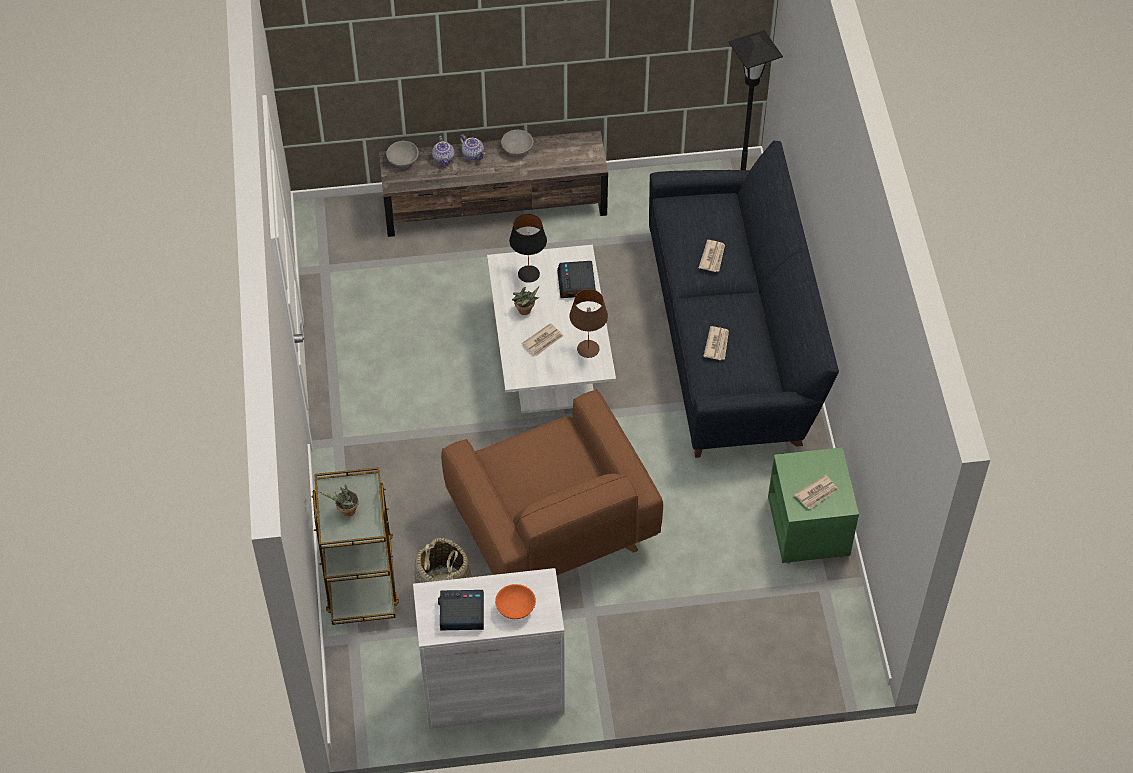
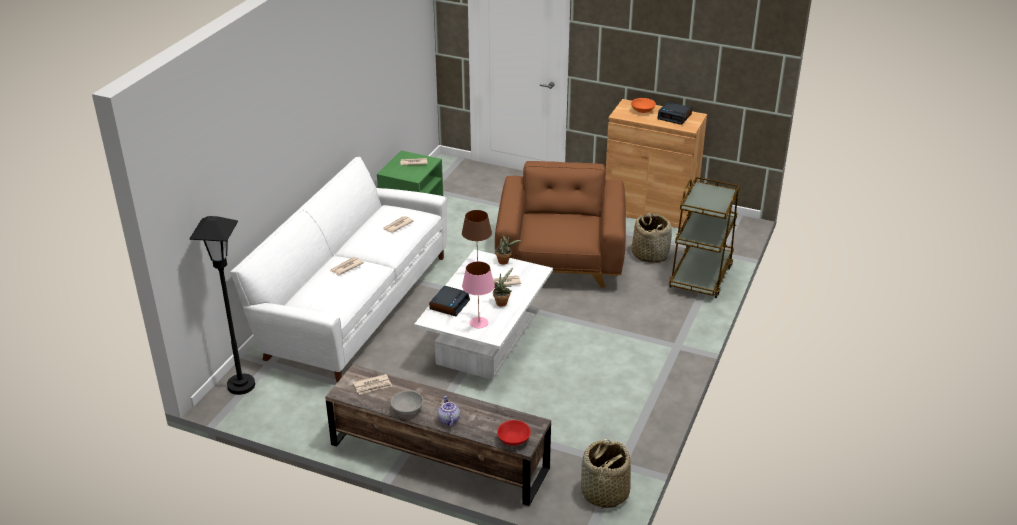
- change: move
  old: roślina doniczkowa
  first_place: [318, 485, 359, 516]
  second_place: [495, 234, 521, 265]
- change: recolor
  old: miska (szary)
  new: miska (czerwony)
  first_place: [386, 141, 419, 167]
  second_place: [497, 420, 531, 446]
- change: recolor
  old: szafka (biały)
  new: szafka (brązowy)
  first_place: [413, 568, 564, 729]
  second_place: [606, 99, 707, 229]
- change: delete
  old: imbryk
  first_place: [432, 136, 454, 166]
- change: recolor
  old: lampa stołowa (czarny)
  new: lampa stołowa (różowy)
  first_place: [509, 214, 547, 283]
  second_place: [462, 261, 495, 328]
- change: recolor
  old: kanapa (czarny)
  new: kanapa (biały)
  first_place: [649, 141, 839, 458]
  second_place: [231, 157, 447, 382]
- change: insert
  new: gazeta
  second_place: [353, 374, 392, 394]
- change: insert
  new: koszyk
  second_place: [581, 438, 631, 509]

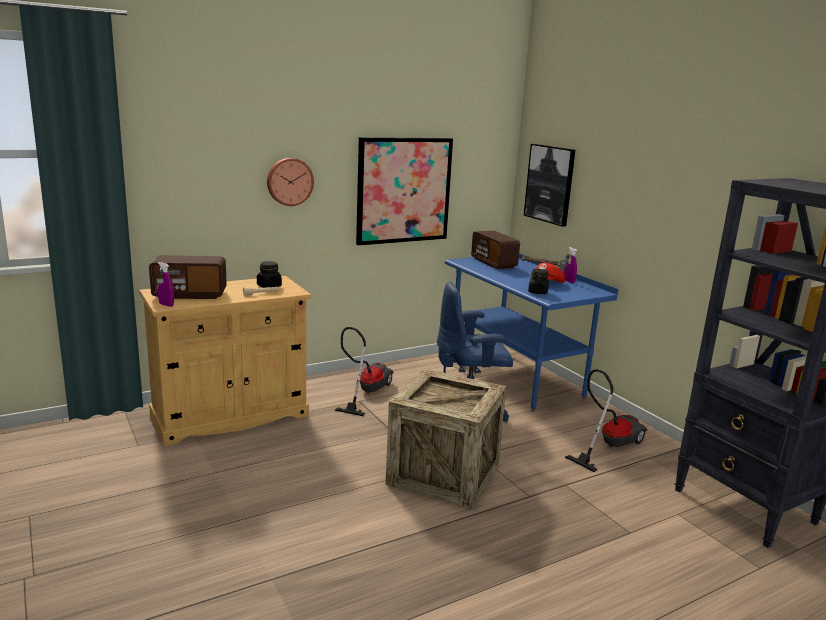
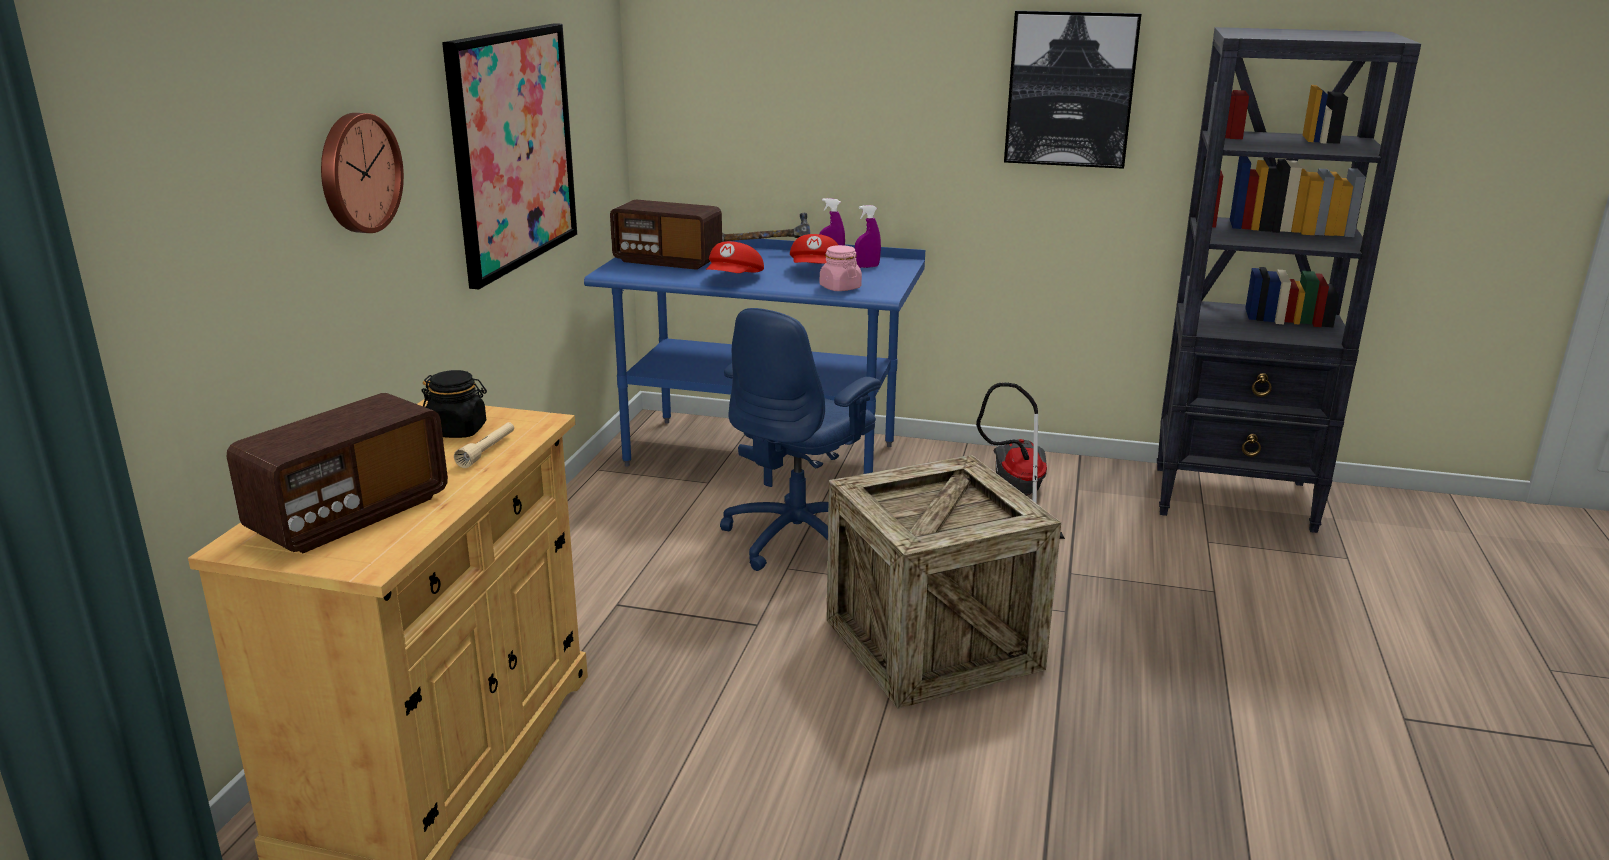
- change: move
  old: spryskiwacz (fioletowy)
  first_place: [158, 262, 174, 307]
  second_place: [855, 205, 881, 268]
- change: delete
  old: odkurzacz
  first_place: [335, 327, 394, 416]
- change: move
  old: obraz
  first_place: [524, 144, 575, 227]
  second_place: [1004, 10, 1141, 169]
- change: recolor
  old: słoik (czarny)
  new: słoik (różowy)
  first_place: [528, 269, 549, 294]
  second_place: [820, 245, 862, 291]
- change: insert
  new: czapka z daszkiem (czerwony)
  second_place: [706, 241, 764, 273]

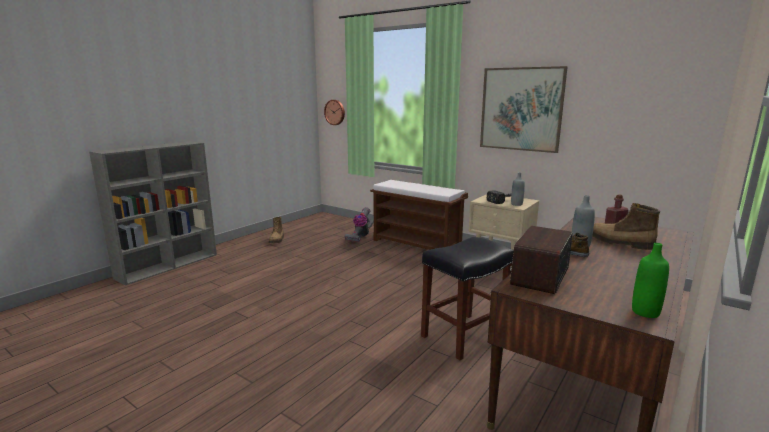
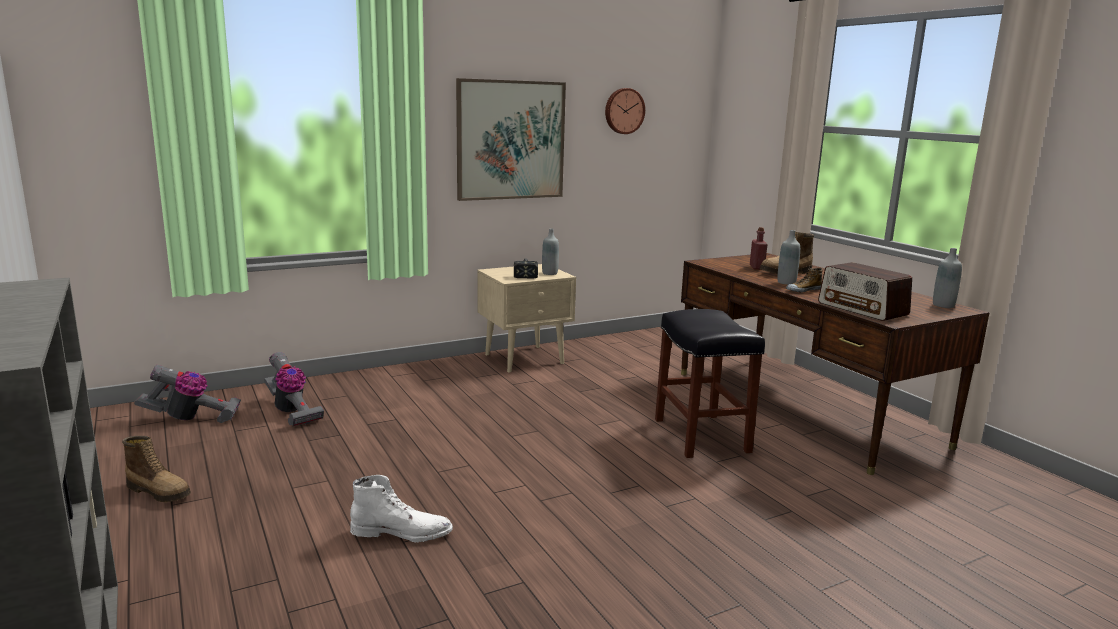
- change: move
  old: zegar ścienny
  first_place: [324, 100, 345, 125]
  second_place: [605, 88, 645, 134]
- change: delete
  old: ławka (brązowy)
  first_place: [370, 180, 468, 250]
- change: recolor
  old: butelka (zielony)
  new: butelka (szary)
  first_place: [632, 243, 669, 318]
  second_place: [933, 248, 962, 308]
- change: insert
  new: odkurzacz
  second_place: [134, 365, 241, 423]
- change: insert
  new: but z cholewką (biały)
  second_place: [350, 475, 453, 542]

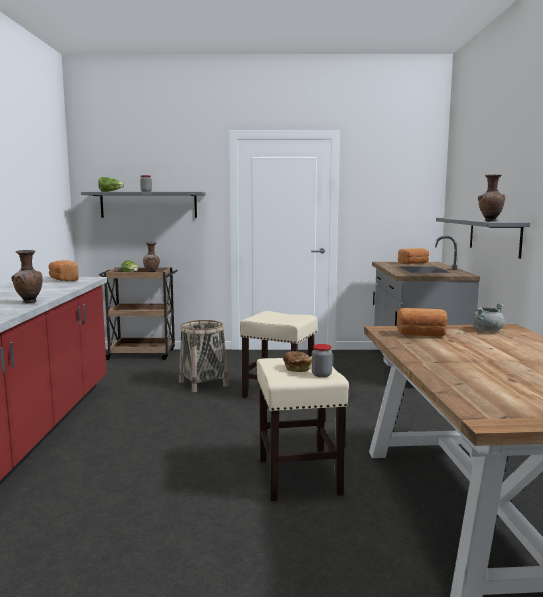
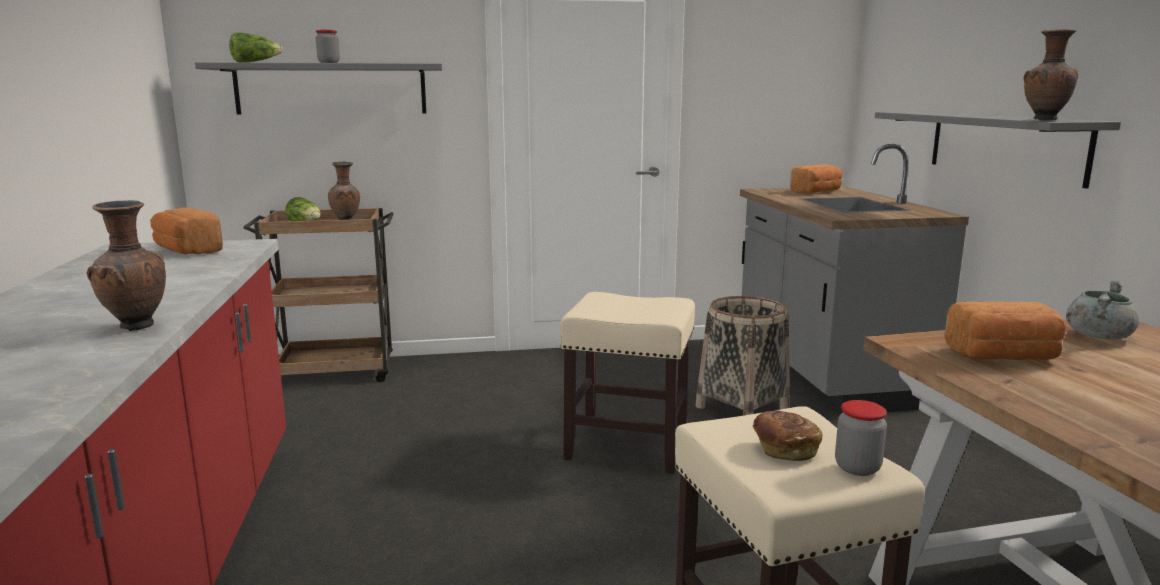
- change: move
  old: koszyk
  first_place: [179, 320, 229, 392]
  second_place: [696, 296, 790, 416]

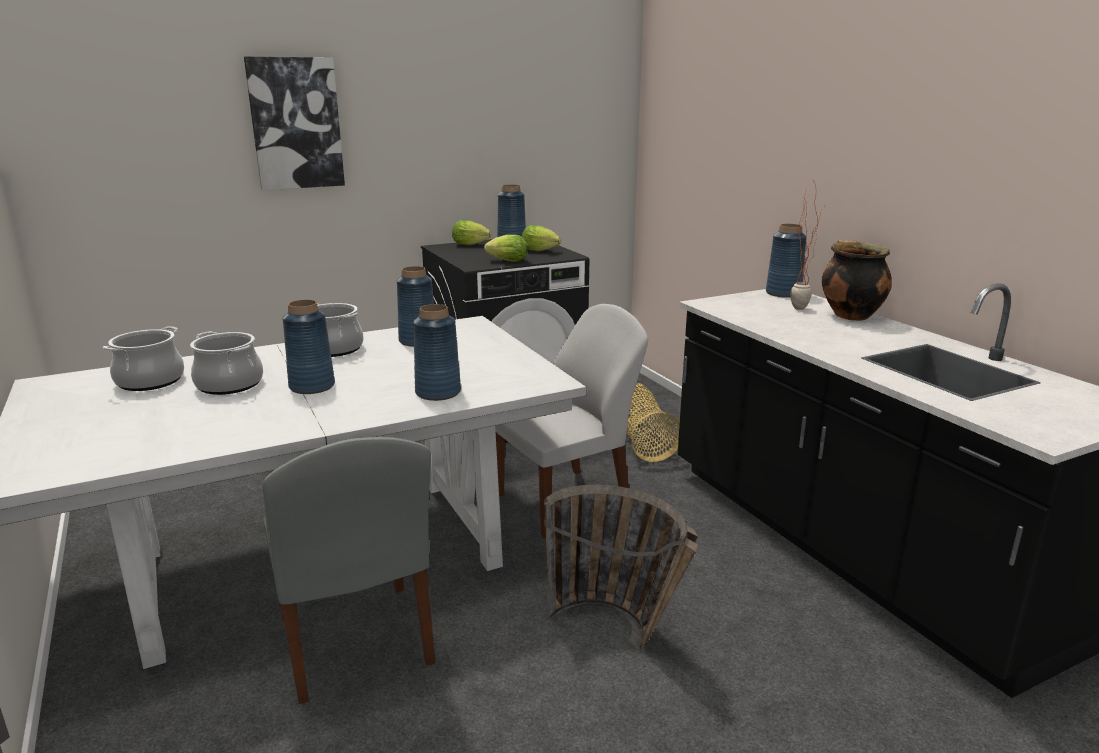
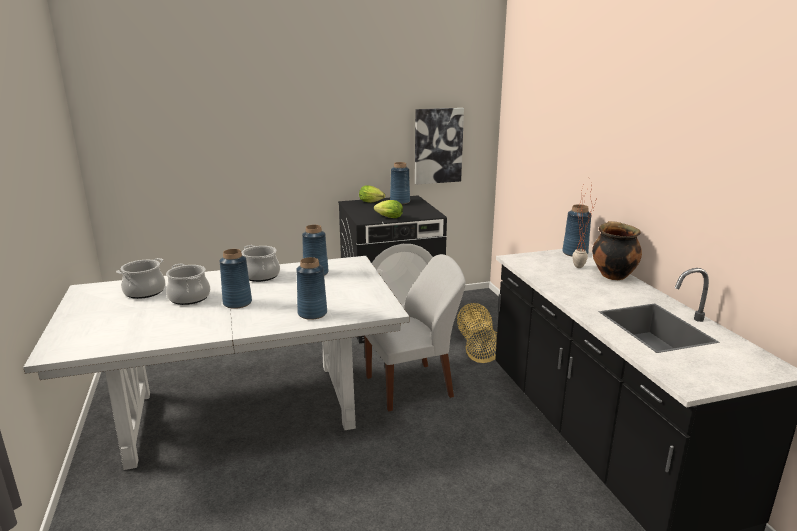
- change: move
  old: obraz
  first_place: [244, 57, 345, 190]
  second_place: [415, 108, 464, 185]
- change: delete
  old: krzesło (szary)
  first_place: [263, 437, 435, 704]
- change: delete
  old: sałata
  first_place: [521, 225, 561, 251]
- change: delete
  old: koszyk
  first_place: [544, 484, 698, 651]

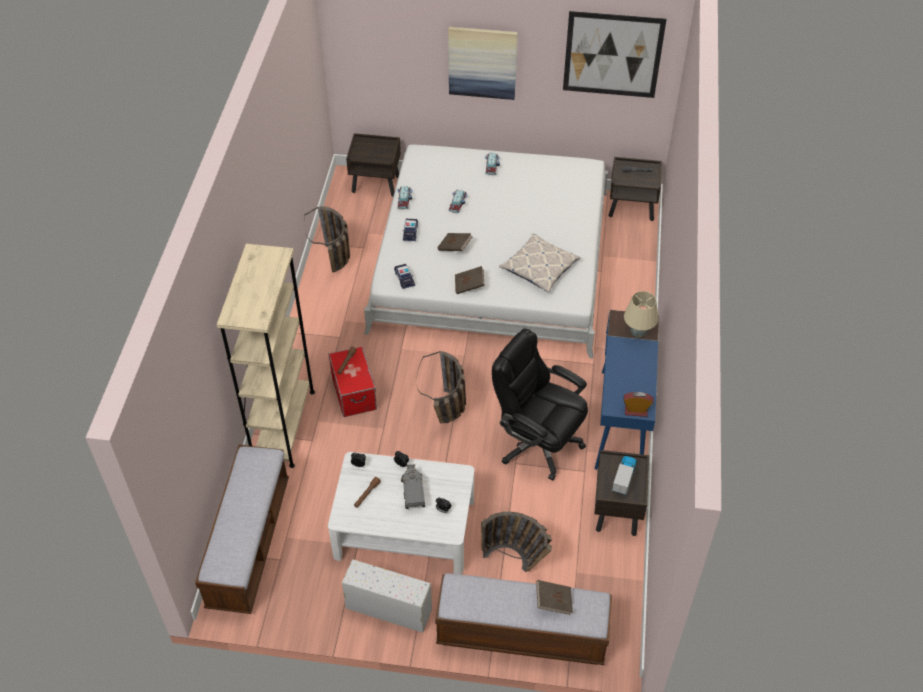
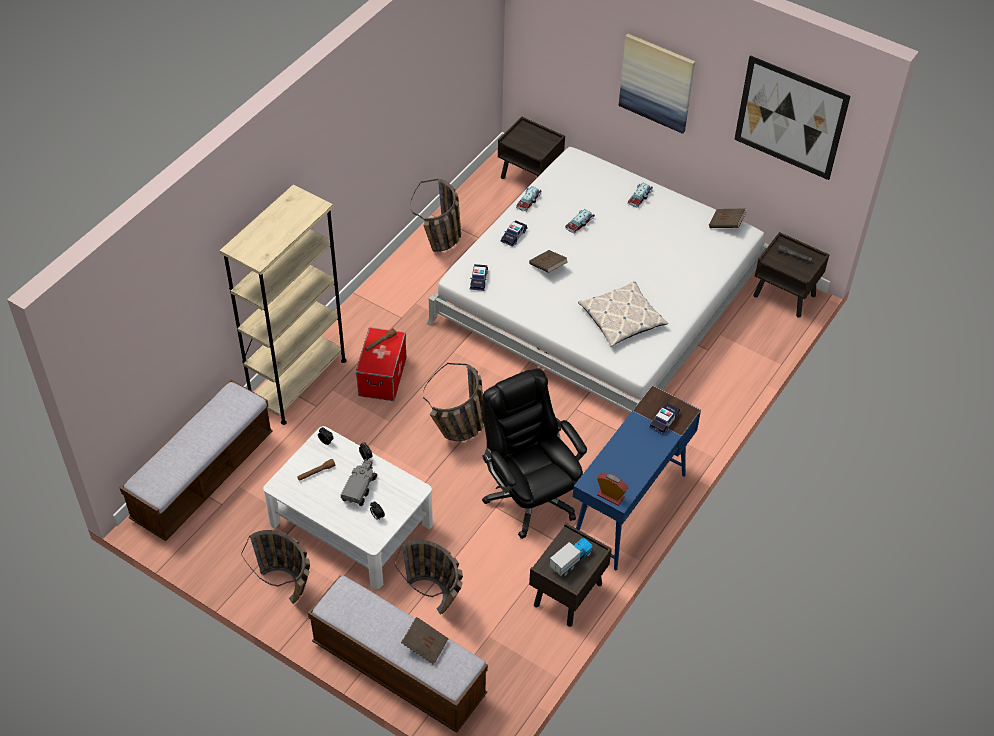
- change: replace
  old: pojemnik do przechowywania (biały)
  new: koszyk
  first_place: [342, 559, 432, 633]
  second_place: [241, 530, 310, 604]
- change: move
  old: książka (brązowy)
  first_place: [455, 266, 484, 294]
  second_place: [709, 208, 746, 228]
- change: replace
  old: lampa stołowa (beżowy)
  new: samochodzik
  first_place: [624, 291, 658, 338]
  second_place: [649, 403, 680, 434]

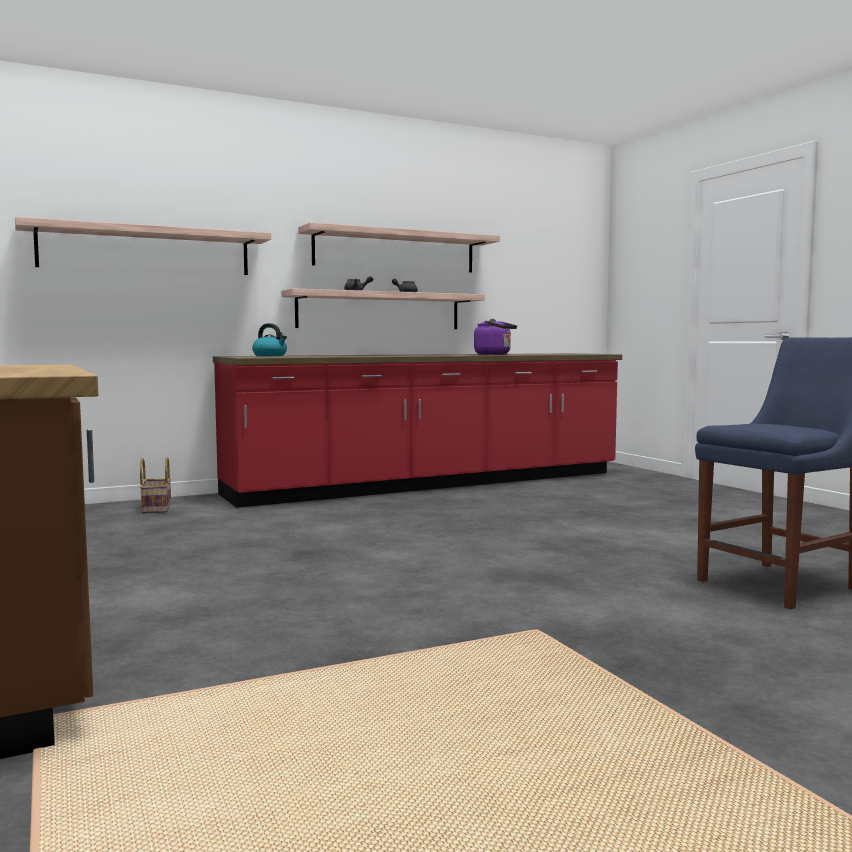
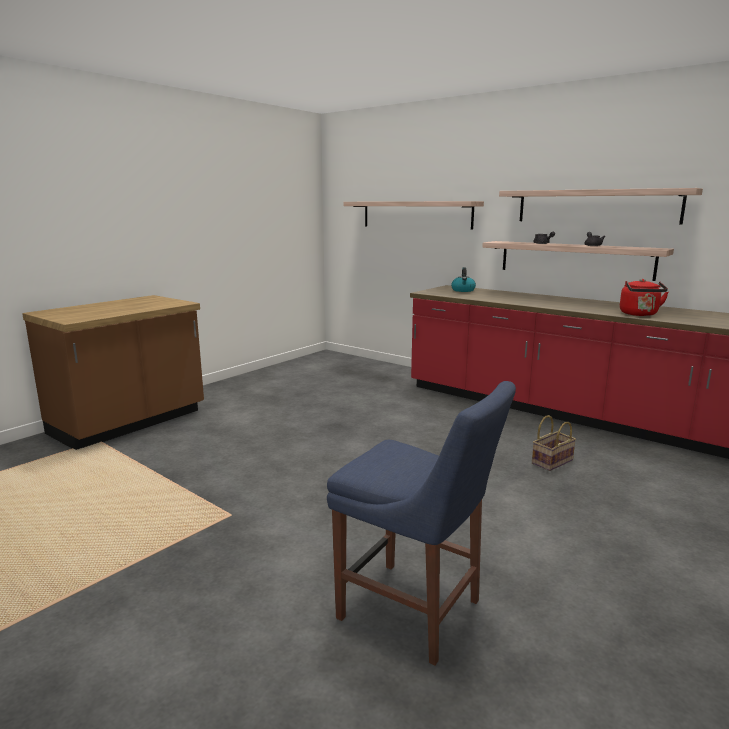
- change: move
  old: koszyk
  first_place: [140, 457, 171, 514]
  second_place: [532, 415, 576, 471]
- change: recolor
  old: czajnik (fioletowy)
  new: czajnik (czerwony)
  first_place: [474, 319, 517, 355]
  second_place: [620, 279, 669, 316]

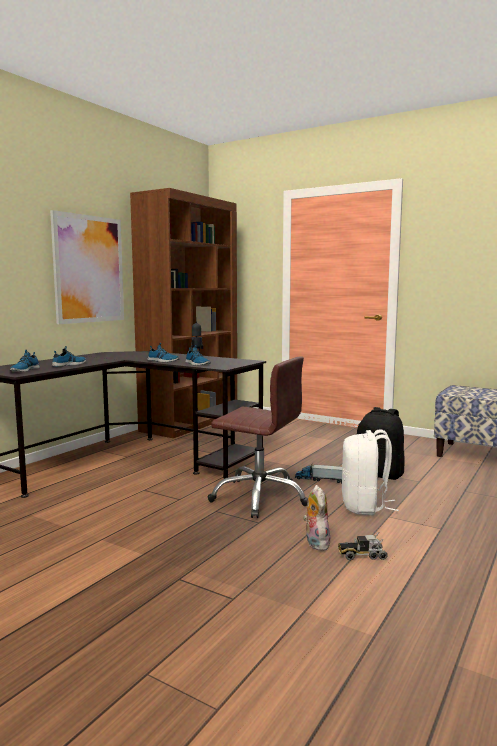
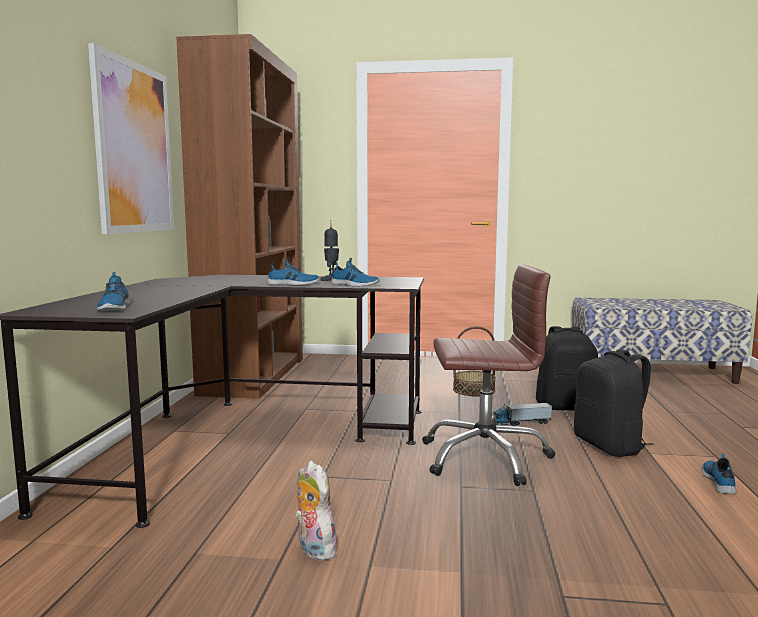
- change: move
  old: but
  first_place: [52, 346, 86, 367]
  second_place: [702, 453, 736, 494]
- change: move
  old: pluszak
  first_place: [303, 485, 331, 551]
  second_place: [295, 461, 337, 561]
- change: delete
  old: ciężarówka zabawkowa
  first_place: [338, 532, 388, 560]
- change: recolor
  old: plecak (biały)
  new: plecak (czarny)
  first_place: [342, 429, 399, 515]
  second_place: [574, 349, 654, 457]
- change: insert
  new: koszyk
  second_place: [453, 326, 496, 397]

